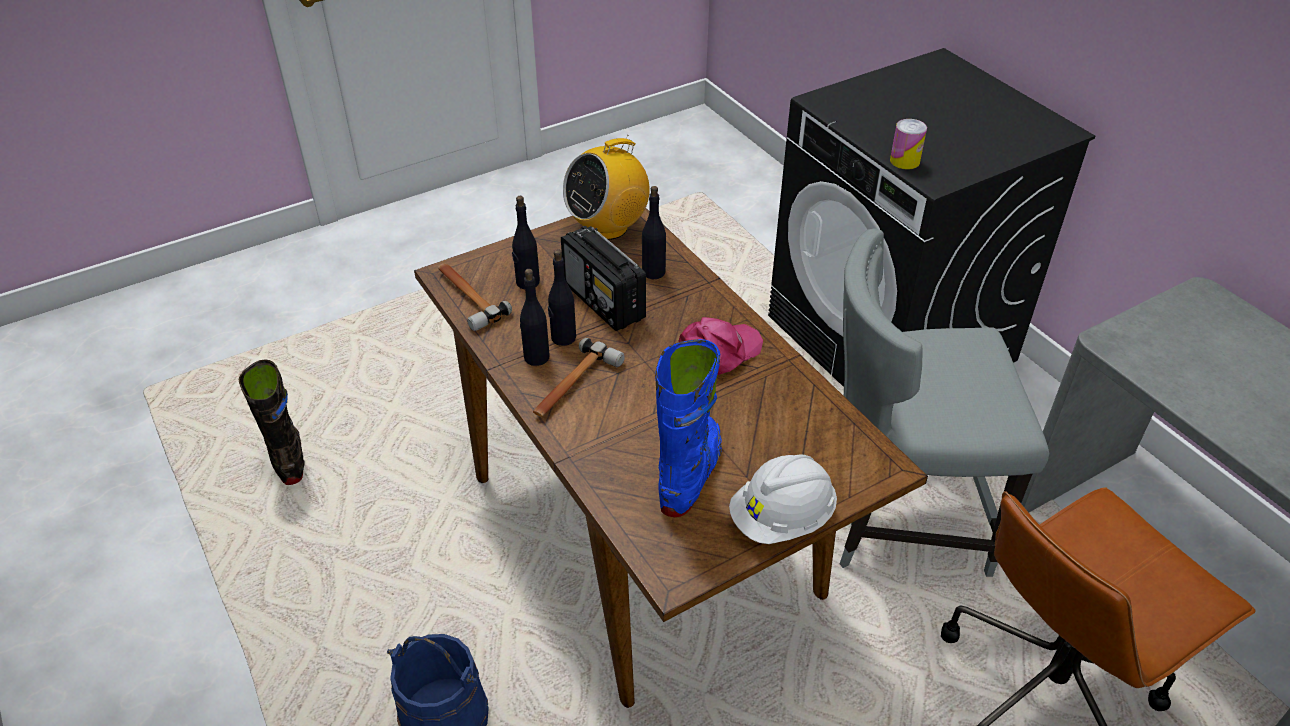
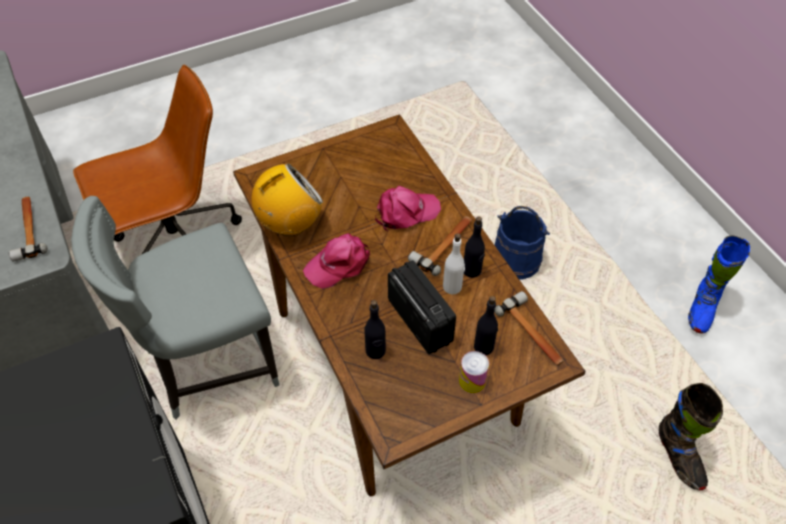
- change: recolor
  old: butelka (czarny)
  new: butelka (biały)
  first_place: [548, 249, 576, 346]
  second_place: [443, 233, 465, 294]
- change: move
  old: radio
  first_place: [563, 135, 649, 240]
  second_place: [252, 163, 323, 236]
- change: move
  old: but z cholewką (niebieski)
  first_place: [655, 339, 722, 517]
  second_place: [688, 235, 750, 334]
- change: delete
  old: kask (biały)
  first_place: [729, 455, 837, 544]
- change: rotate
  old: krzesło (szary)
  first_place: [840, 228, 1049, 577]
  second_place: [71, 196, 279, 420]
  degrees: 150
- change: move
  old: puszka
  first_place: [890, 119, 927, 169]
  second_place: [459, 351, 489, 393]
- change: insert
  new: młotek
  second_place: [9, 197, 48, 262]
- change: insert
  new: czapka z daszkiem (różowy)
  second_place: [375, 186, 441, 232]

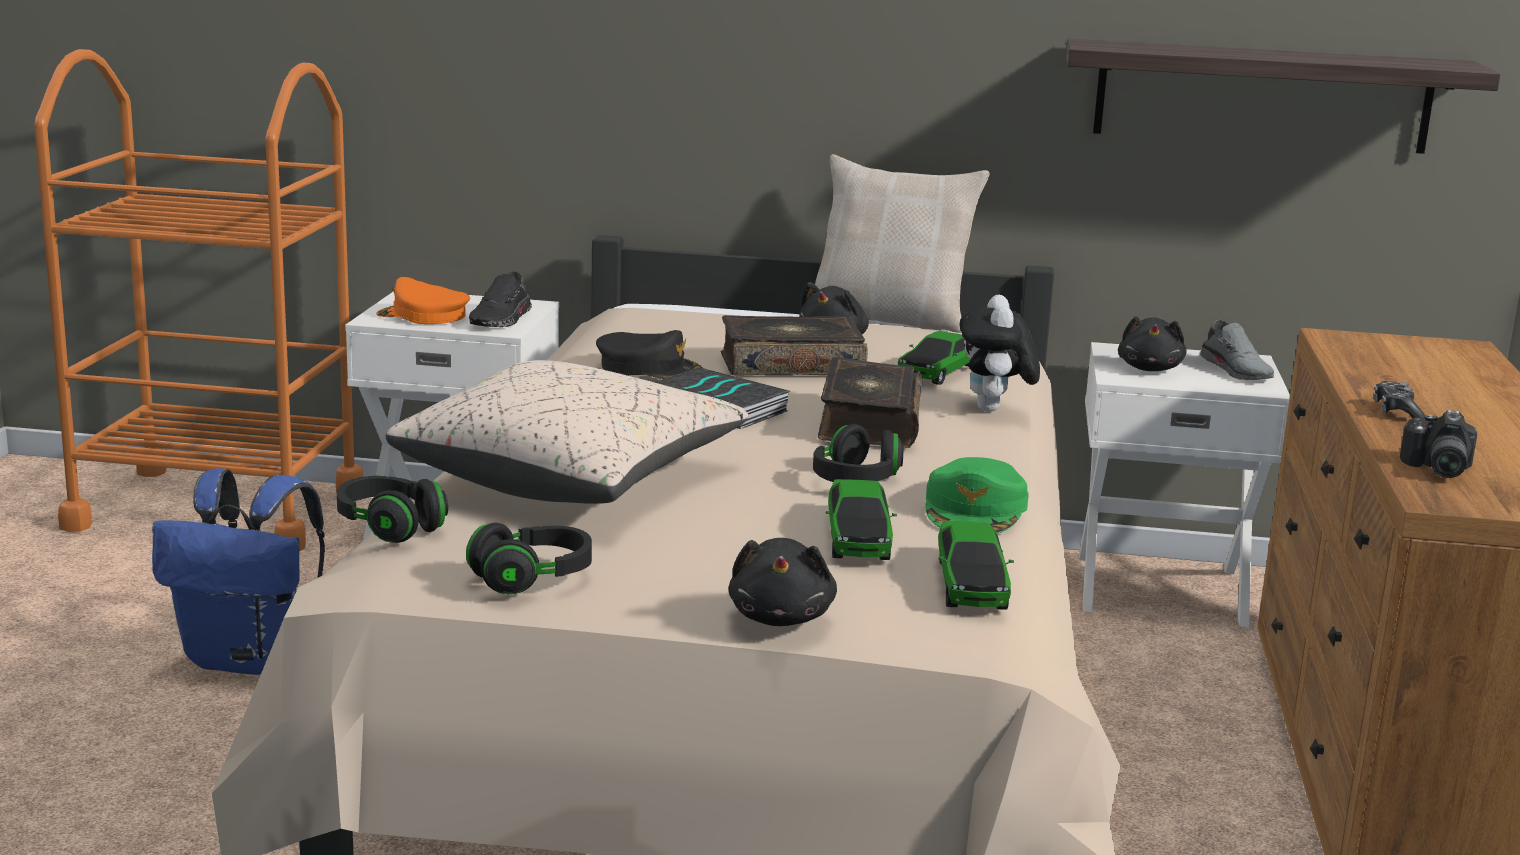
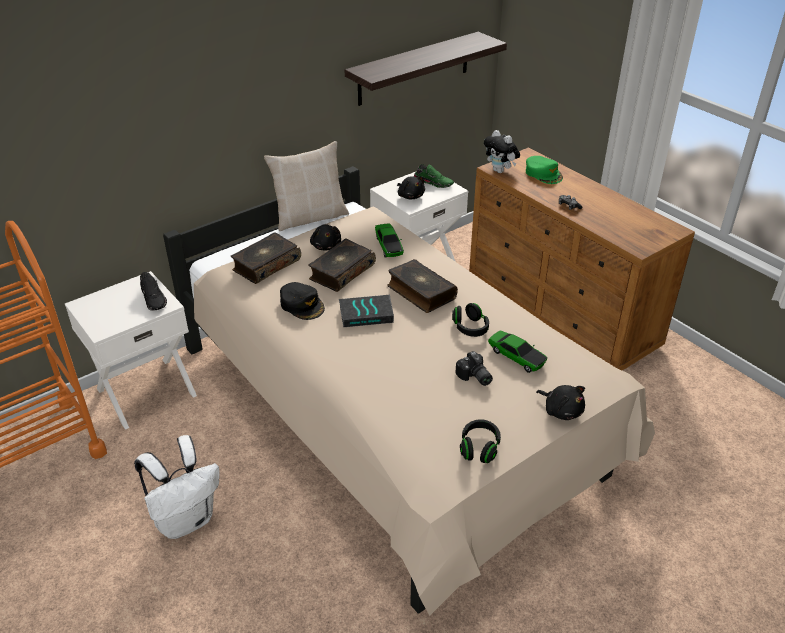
- change: recolor
  old: plecak (niebieski)
  new: plecak (biały)
  first_place: [152, 468, 325, 675]
  second_place: [134, 435, 220, 539]
- change: delete
  old: słuchawki (czarny)
  first_place: [337, 476, 448, 543]
- change: delete
  old: czapka z daszkiem (pomarańczowy)
  first_place: [376, 277, 470, 324]
- change: delete
  old: poduszka (beżowy)
  first_place: [386, 360, 748, 504]
- change: rotate
  old: czapka z daszkiem (czarny)
  first_place: [596, 330, 703, 379]
  second_place: [280, 282, 325, 320]
  degrees: 75
- change: move
  old: czapka z daszkiem (zielony)
  first_place: [925, 457, 1029, 533]
  second_place: [526, 156, 563, 184]
- change: delete
  old: samochodzik
  first_place: [938, 521, 1014, 610]
- change: move
  old: pluszak
  first_place: [960, 295, 1040, 412]
  second_place: [484, 130, 520, 173]
- change: recolor
  old: but (szary)
  new: but (zielony)
  first_place: [1200, 320, 1274, 380]
  second_place: [414, 164, 454, 188]
- change: move
  old: aparat fotograficzny
  first_place: [1400, 410, 1477, 478]
  second_place: [455, 351, 493, 386]
- change: insert
  new: książka
  second_place: [231, 232, 301, 284]

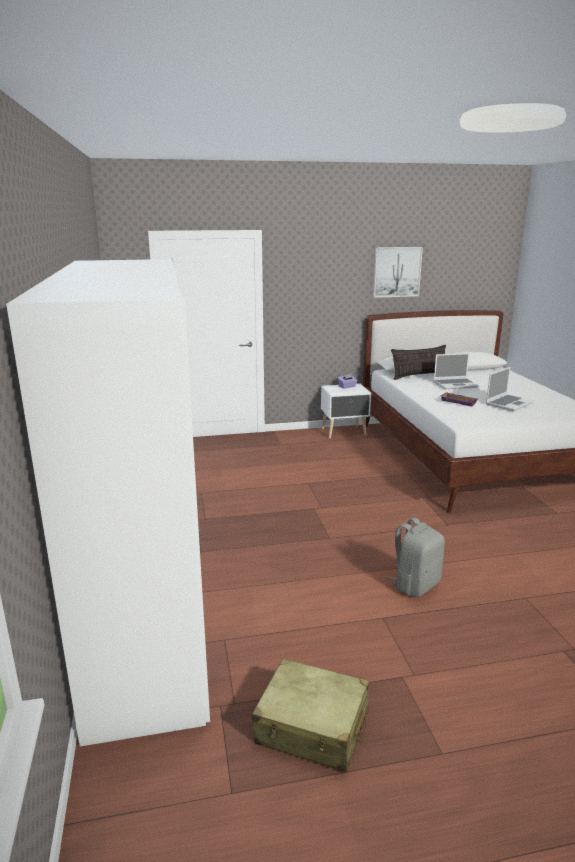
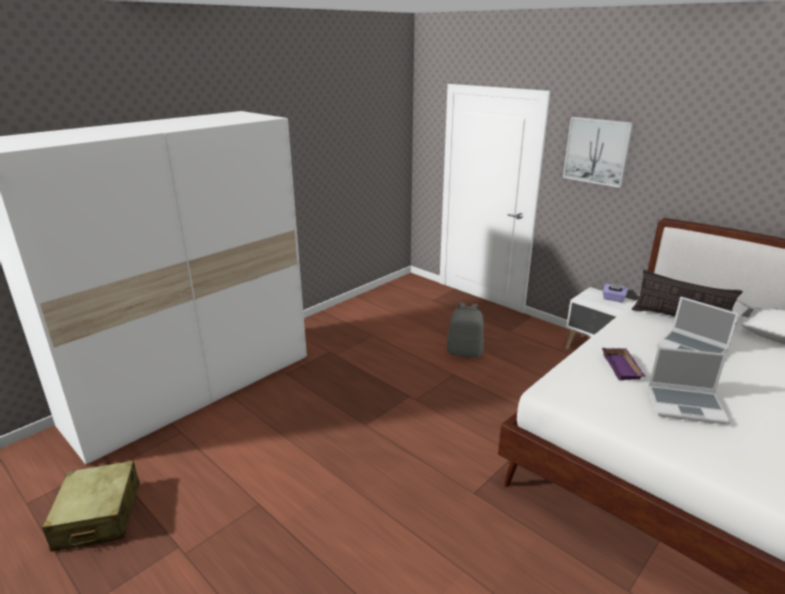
- change: move
  old: obraz
  first_place: [373, 247, 423, 298]
  second_place: [563, 117, 634, 188]
- change: move
  old: plecak (szary)
  first_place: [386, 517, 445, 597]
  second_place: [447, 303, 484, 358]

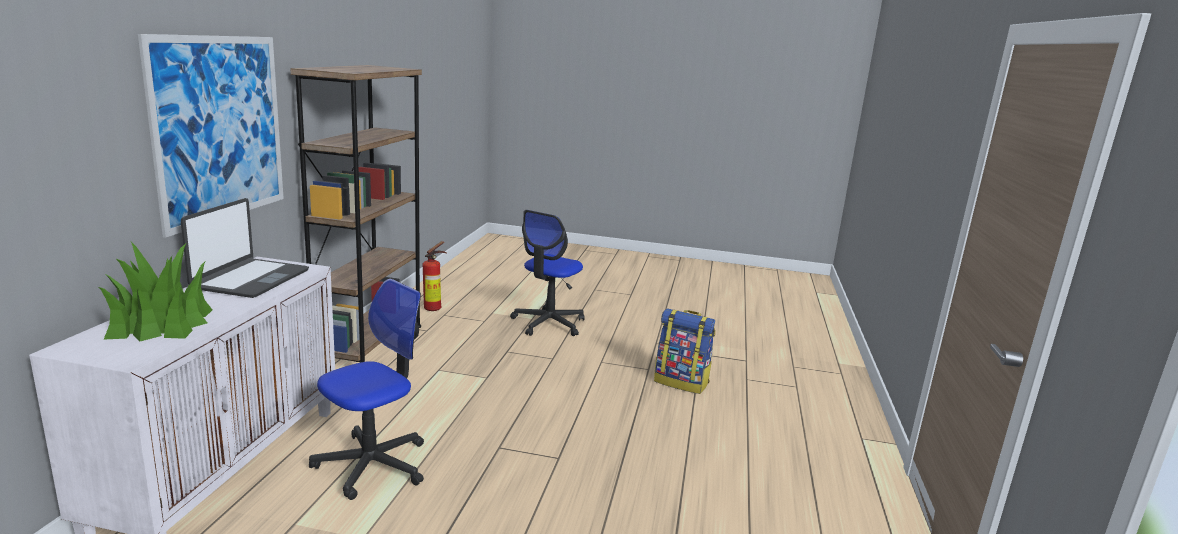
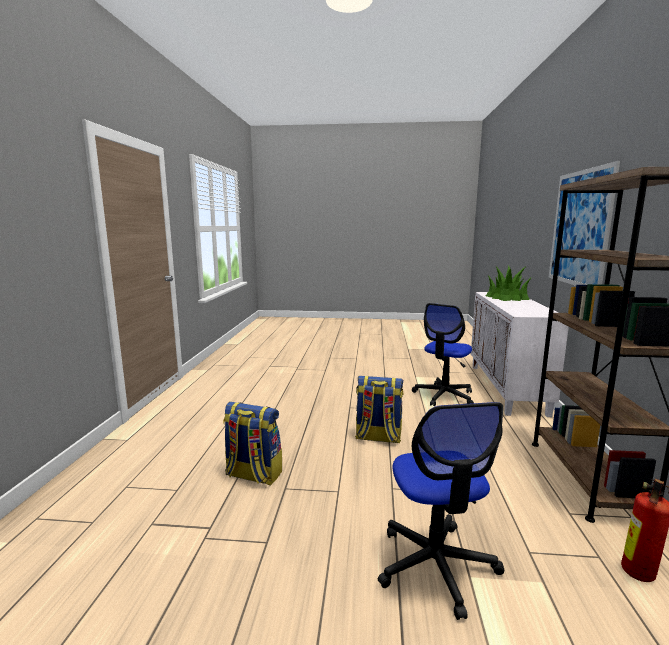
- change: delete
  old: laptop
  first_place: [181, 198, 309, 298]
- change: rotate
  old: krzesło biurowe
  first_place: [510, 210, 585, 336]
  second_place: [378, 402, 504, 620]
  degrees: 150
- change: insert
  new: plecak
  second_place: [355, 376, 403, 444]

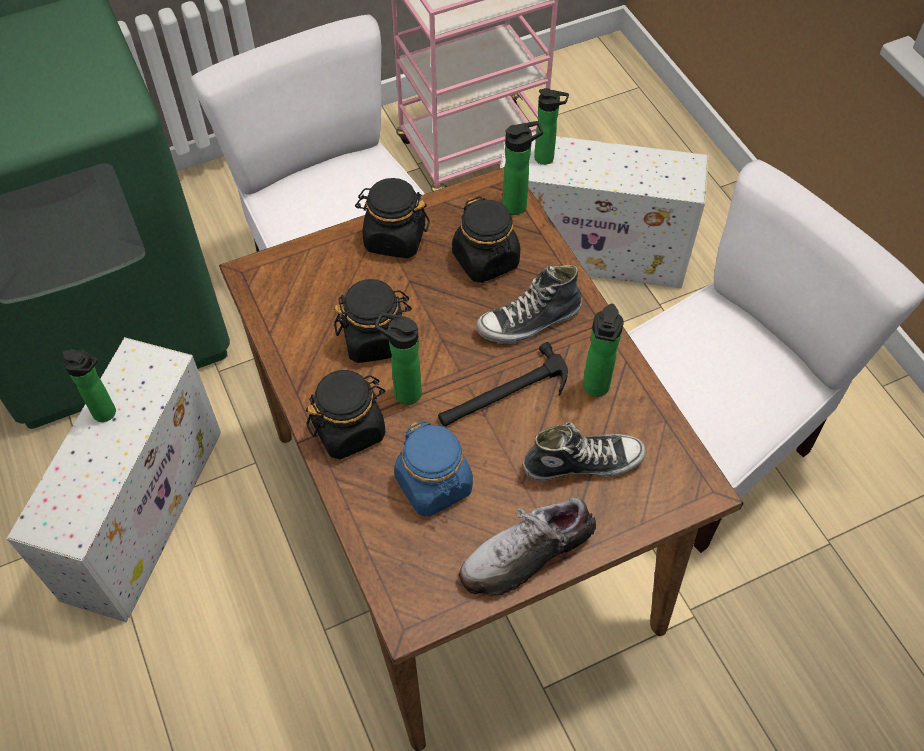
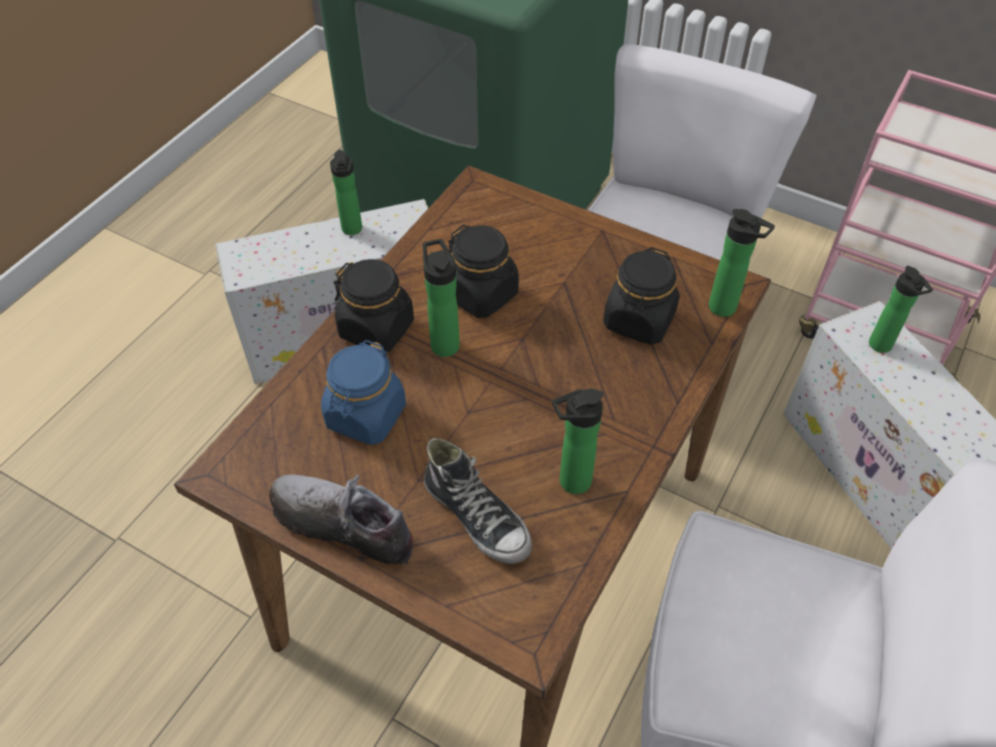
- change: delete
  old: słoik (czarny)
  first_place: [355, 178, 430, 258]
- change: delete
  old: młotek
  first_place: [438, 342, 568, 427]
- change: delete
  old: but
  first_place: [476, 265, 582, 343]

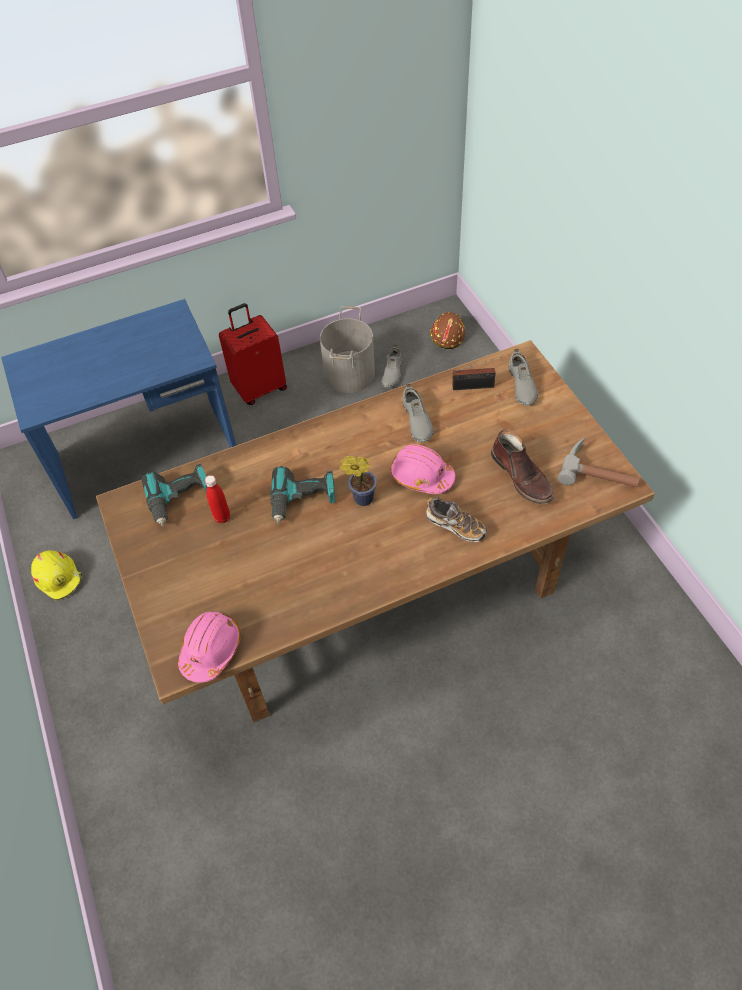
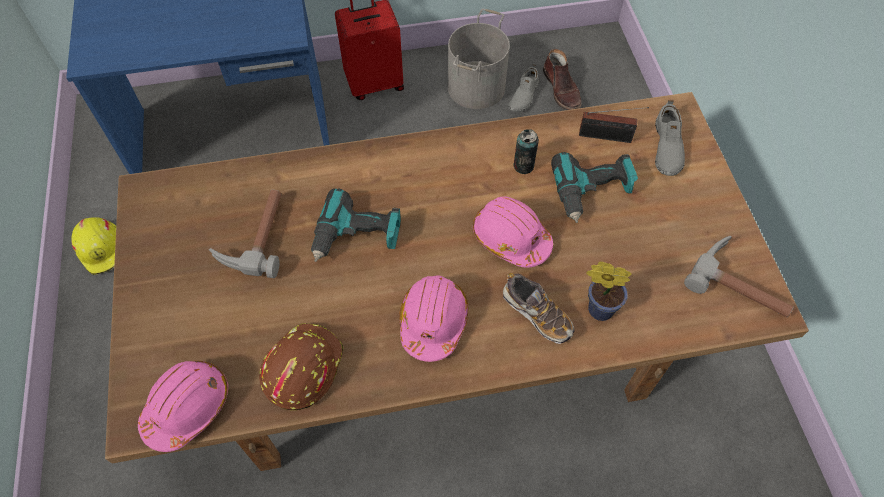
- change: move
  old: wiertarka
  first_place: [142, 463, 207, 527]
  second_place: [551, 152, 638, 223]
- change: replace
  old: butelka (czerwony)
  new: młotek
  first_place: [205, 475, 230, 523]
  second_place: [209, 190, 281, 278]
- change: move
  old: roślina doniczkowa
  first_place: [339, 456, 377, 506]
  second_place: [586, 261, 632, 321]
- change: replace
  old: but (szary)
  new: puszka
  first_place: [403, 384, 434, 442]
  second_place: [513, 129, 539, 174]
- change: move
  old: kask (brązowy)
  first_place: [430, 312, 465, 349]
  second_place: [259, 323, 343, 410]
- change: move
  old: but z cholewką (brązowy)
  first_place: [491, 430, 554, 504]
  second_place: [543, 49, 581, 110]
- change: insert
  new: kask (różowy)
  second_place: [399, 275, 468, 362]

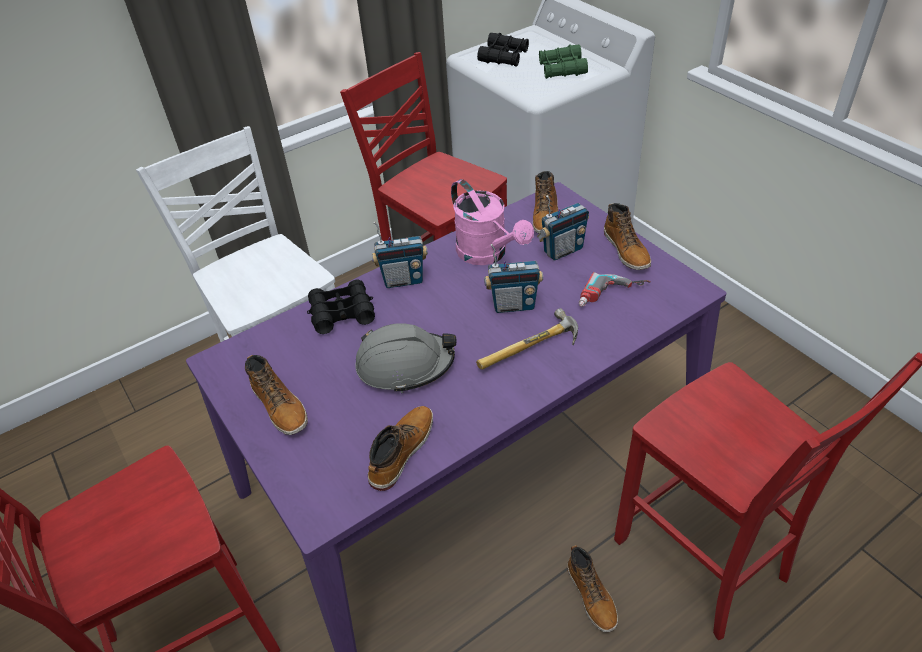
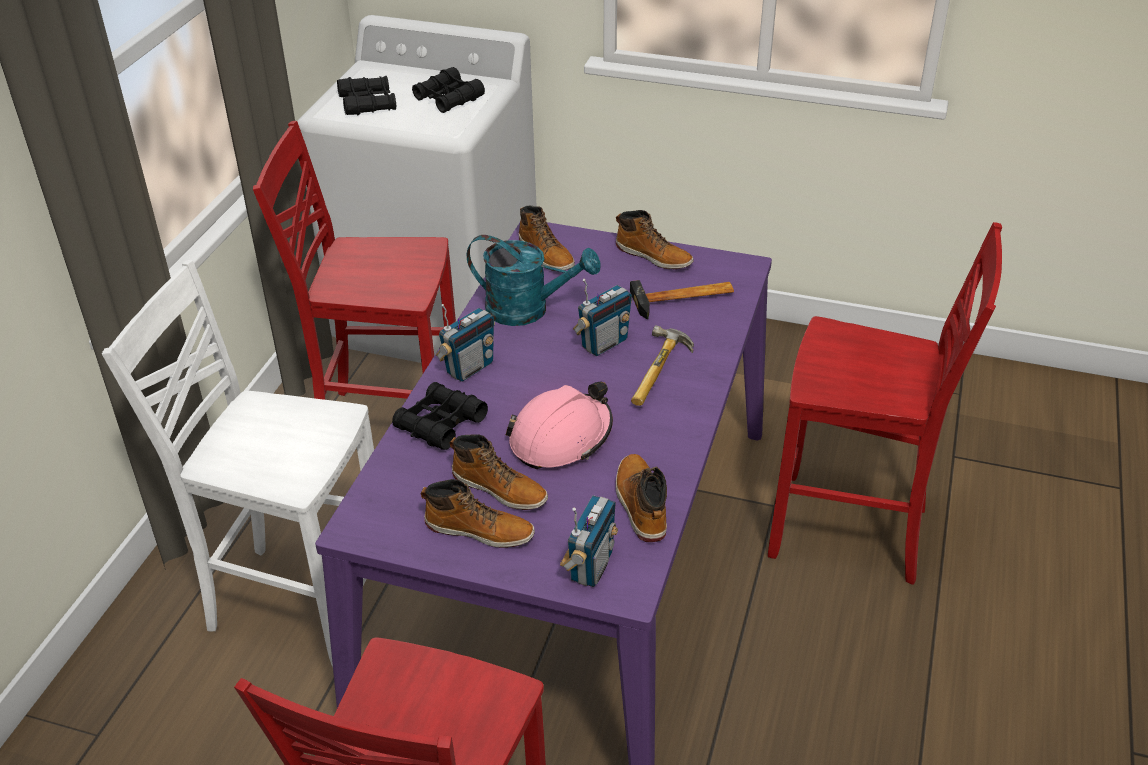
- change: recolor
  old: kask (szary)
  new: kask (różowy)
  first_place: [355, 323, 456, 393]
  second_place: [506, 381, 613, 469]
- change: recolor
  old: konewka (różowy)
  new: konewka (turkusowy)
  first_place: [451, 179, 534, 265]
  second_place: [467, 235, 600, 326]
- change: move
  old: radio
  first_place: [537, 195, 589, 261]
  second_place: [560, 495, 618, 587]
- change: recolor
  old: lornetka (zielony)
  new: lornetka (czarny)
  first_place: [539, 45, 588, 79]
  second_place: [412, 67, 485, 113]
- change: move
  old: but z cholewką
  first_place: [567, 545, 618, 632]
  second_place: [450, 434, 548, 510]
- change: replace
  old: wiertarka
  new: młotek
  first_place: [579, 272, 651, 307]
  second_place: [630, 280, 734, 319]

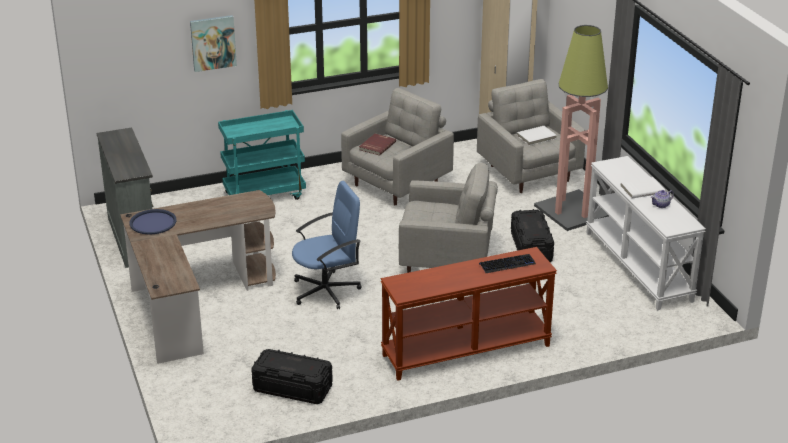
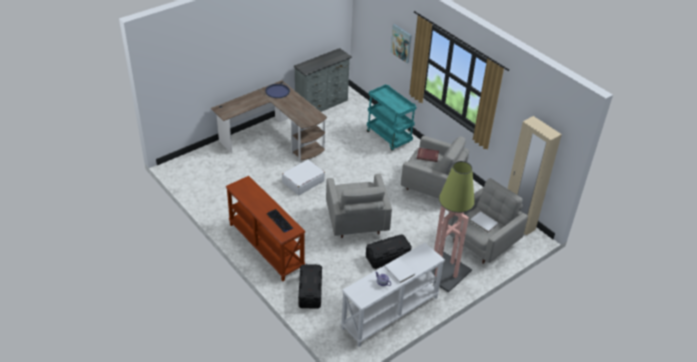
- change: move
  old: pojemnik do przechowywania (czarny)
  first_place: [251, 349, 333, 404]
  second_place: [298, 264, 322, 309]
- change: replace
  old: krzesło biurowe (niebieski)
  new: walizka (biały)
  first_place: [292, 181, 361, 309]
  second_place: [282, 160, 325, 195]

